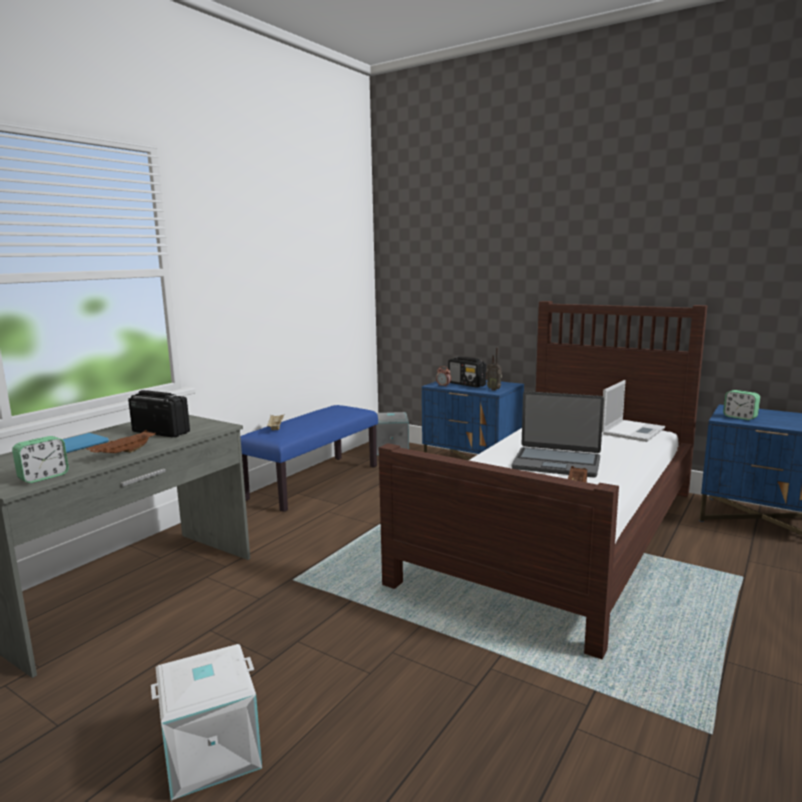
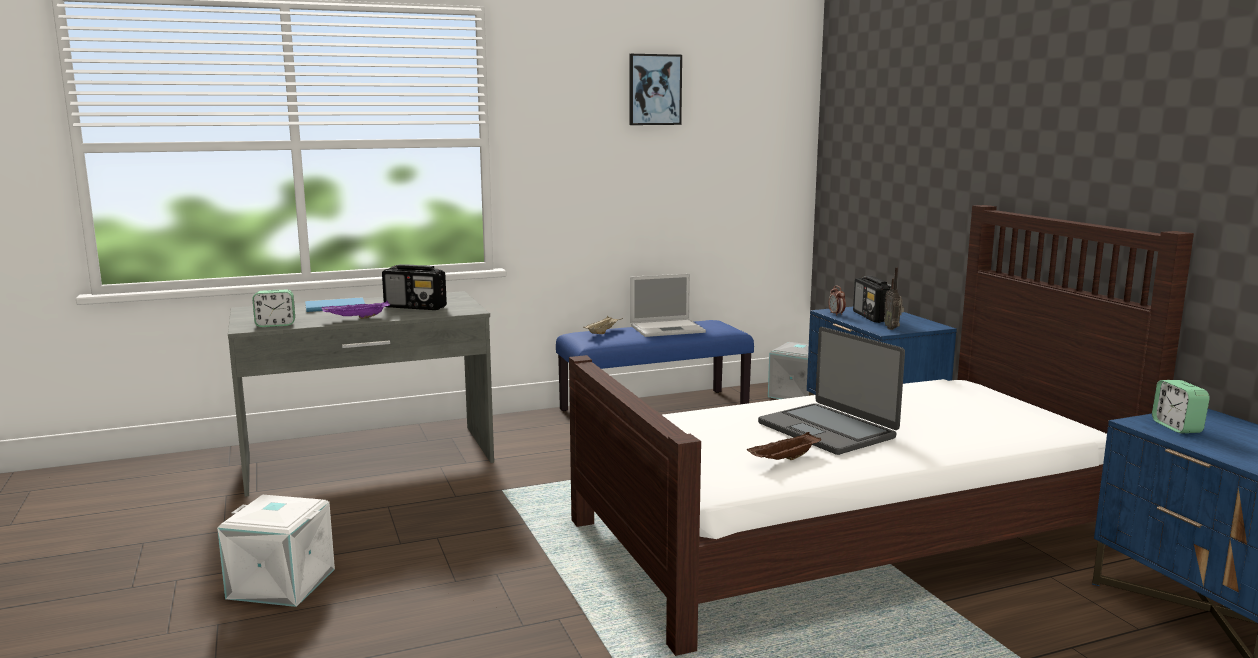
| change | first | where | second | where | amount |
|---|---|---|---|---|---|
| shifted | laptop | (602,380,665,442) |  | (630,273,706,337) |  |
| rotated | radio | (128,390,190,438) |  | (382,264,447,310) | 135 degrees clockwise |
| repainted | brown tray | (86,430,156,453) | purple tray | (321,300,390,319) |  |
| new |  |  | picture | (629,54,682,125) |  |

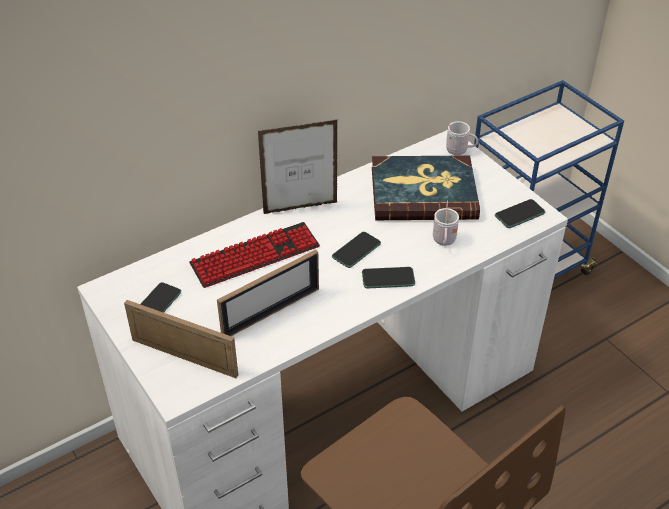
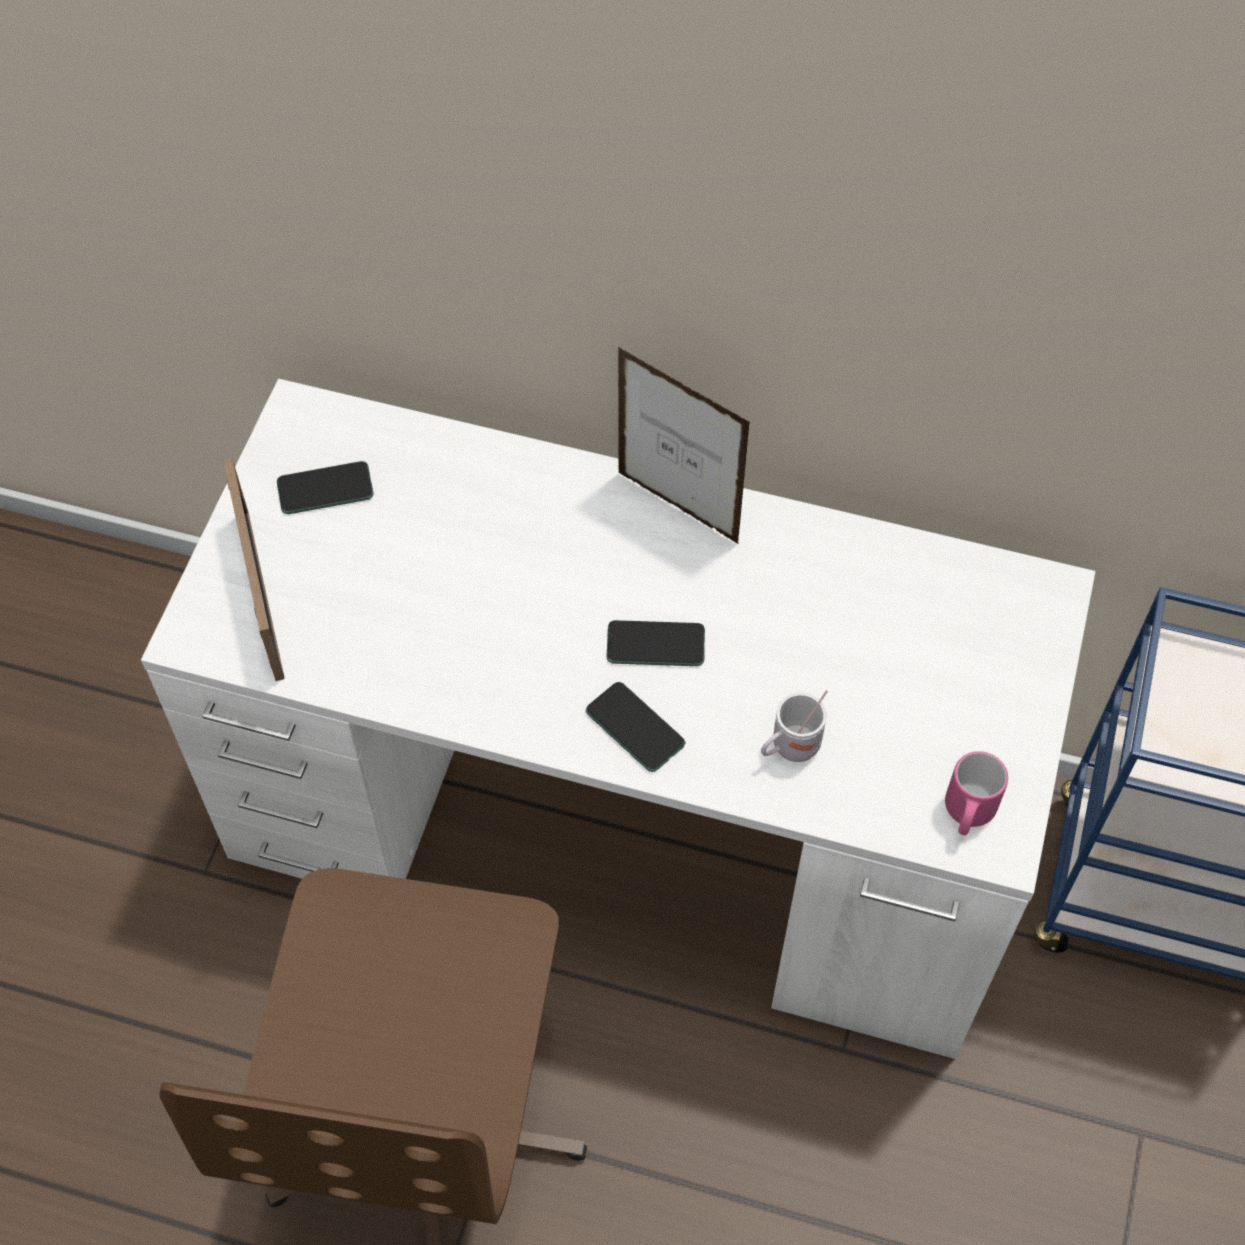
| change | first | where | second | where | amount |
|---|---|---|---|---|---|
| gone | white mug | (446,120,478,155) |  |  |  |
| gone | book | (372,155,480,220) |  |  |  |
| swapped | phone | (495,199,545,228) | pink mug | (945,751,1008,835) |  |
| gone | keyboard | (189,222,320,288) |  |  |  |
| gone | picture frame | (217,249,319,336) |  |  |  |

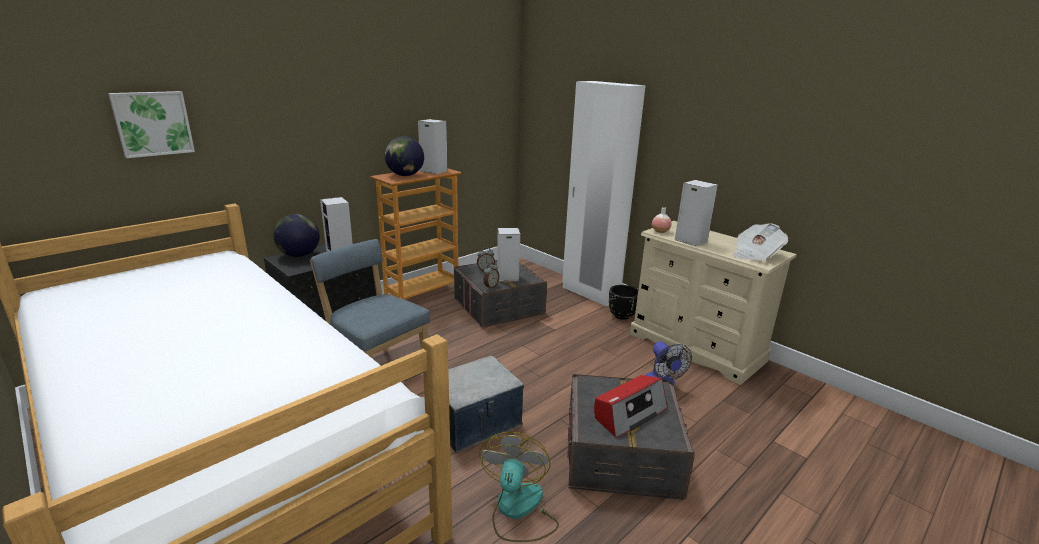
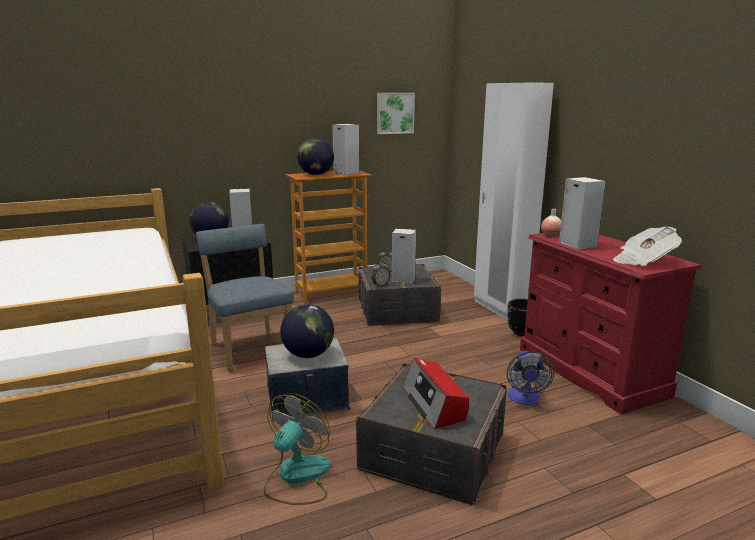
| change | first | where | second | where | amount |
|---|---|---|---|---|---|
| shifted | picture | (108,91,195,158) |  | (377,93,415,134) |  |
| repainted | beige dresser | (630,221,797,385) | red dresser | (520,233,701,415) |  |
| rotated | radio | (594,375,668,438) |  | (403,358,469,429) | 90 degrees clockwise |
| new |  |  | globe | (280,304,334,358) |  |

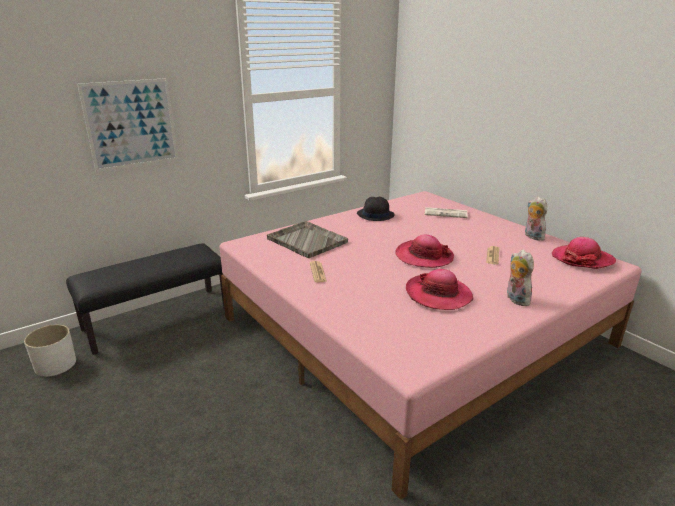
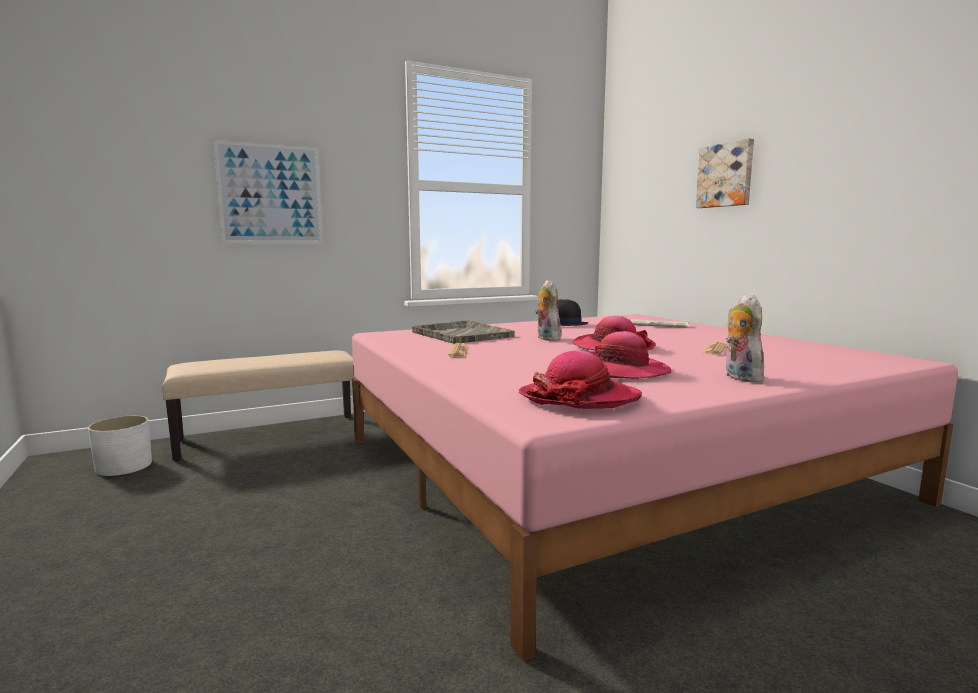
| change | first | where | second | where | amount |
|---|---|---|---|---|---|
| shifted | plush toy | (525,197,547,241) |  | (535,280,561,341) |  |
| shifted | hat | (552,237,616,269) |  | (519,350,642,409) |  |
| repainted | black bench | (66,243,225,355) | beige bench | (162,350,364,461) |  |
| new |  |  | picture | (696,138,754,208) |  |

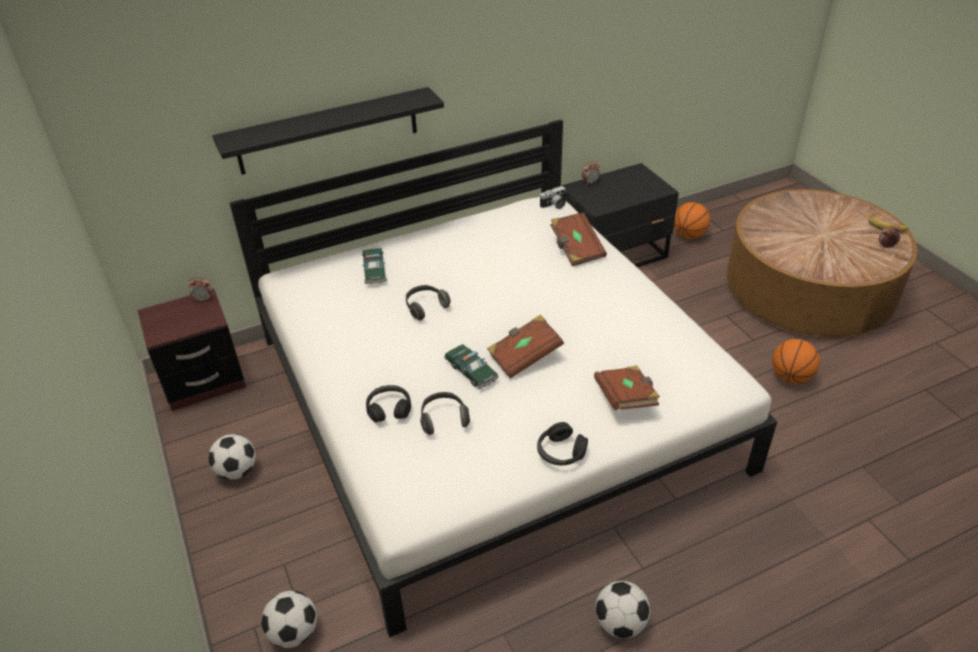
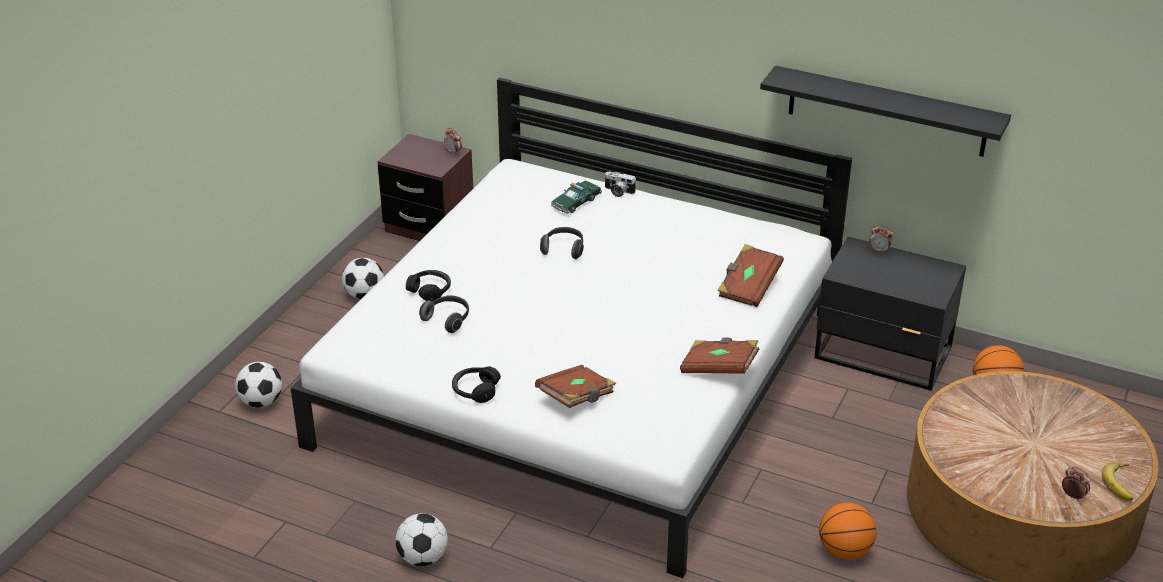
| change | first | where | second | where | amount |
|---|---|---|---|---|---|
| shifted | black shelf | (212,87,444,175) |  | (760,65,1011,157) |  |
| shifted | photo camera | (539,186,566,209) |  | (604,172,636,197) |  |
| shifted | brown book | (487,314,564,378) |  | (680,337,759,373) |  |
| gone | toy car | (444,344,499,389) |  |  |  |

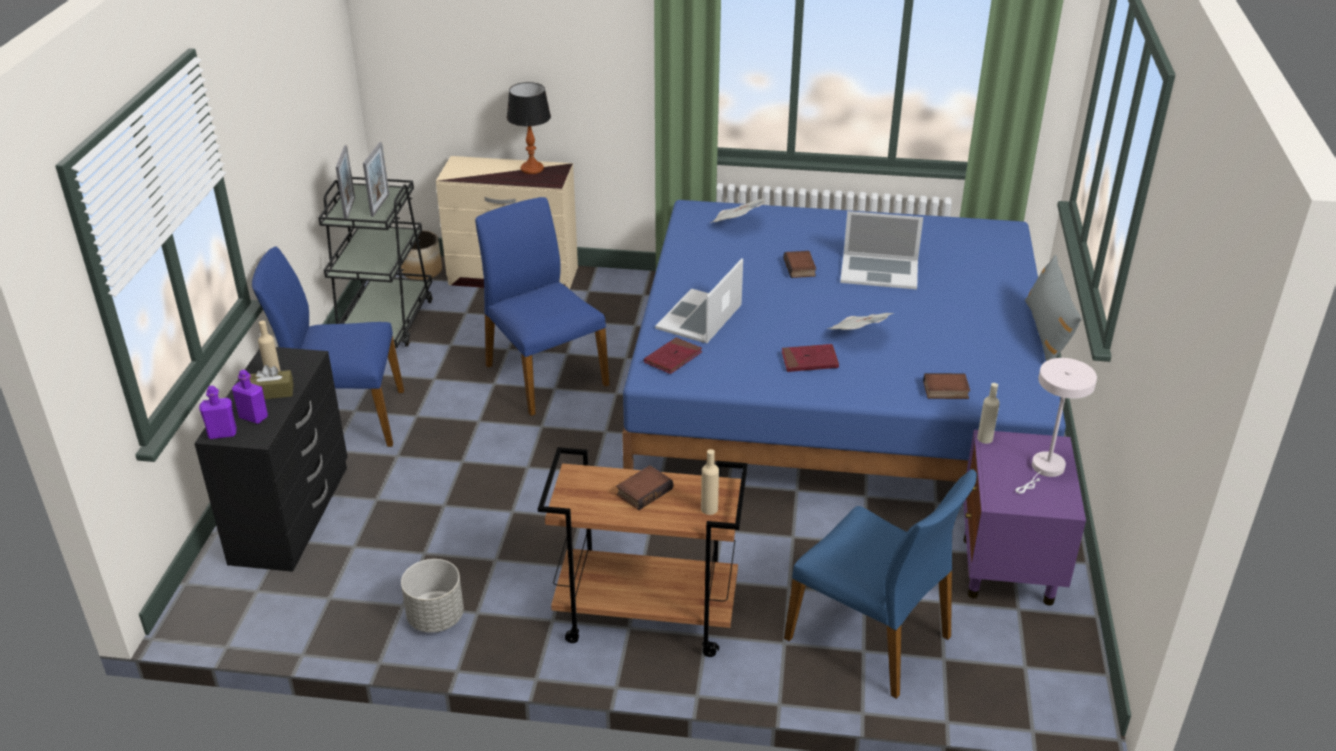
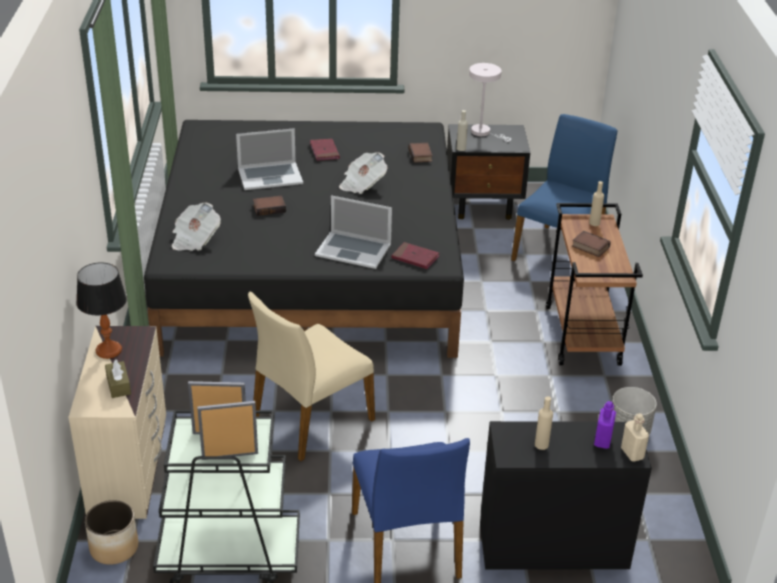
| change | first | where | second | where | amount |
|---|---|---|---|---|---|
| repainted | blue chair | (475,197,610,416) | beige chair | (248,291,375,461) |  |
| repainted | blue bed | (622,200,1066,482) | black bed | (144,120,464,358) |  |
| rotated | laptop | (840,211,923,289) |  | (236,128,303,190) | 75 degrees clockwise |
| gone | grey pillow | (1025,255,1082,361) |  |  |  |
| shifted | red book | (782,344,839,372) |  | (310,139,340,161) |  |
| shifted | brown tissue box | (250,365,294,399) |  | (105,359,131,398) |  |
| repainted | purple bottle | (199,386,237,439) | beige bottle | (621,413,649,462) |  |
| repainted | purple nightstand | (963,430,1086,606) | black nightstand | (447,124,530,220) |  |

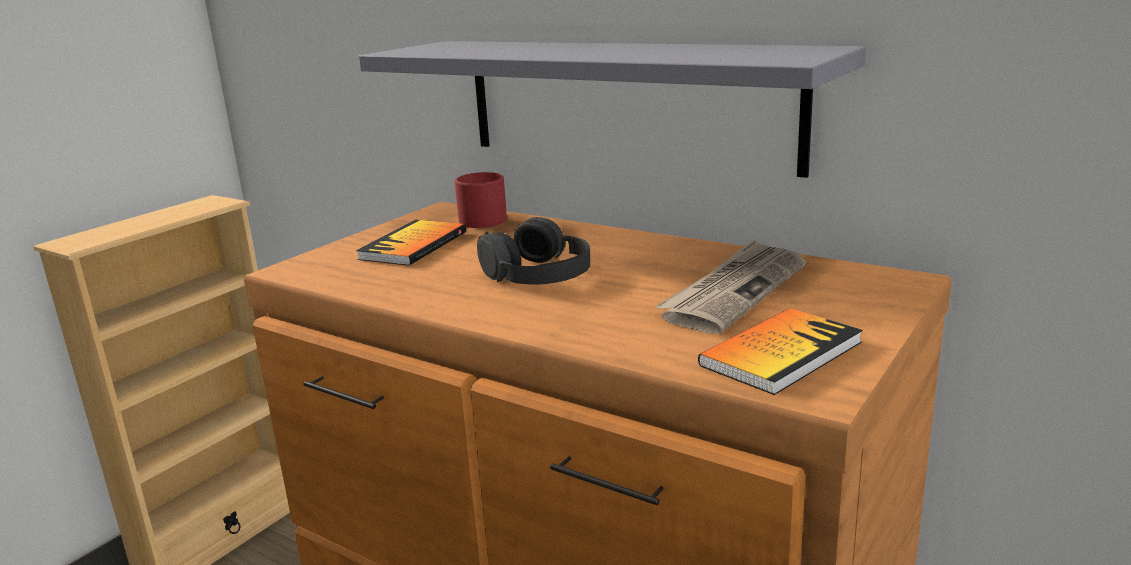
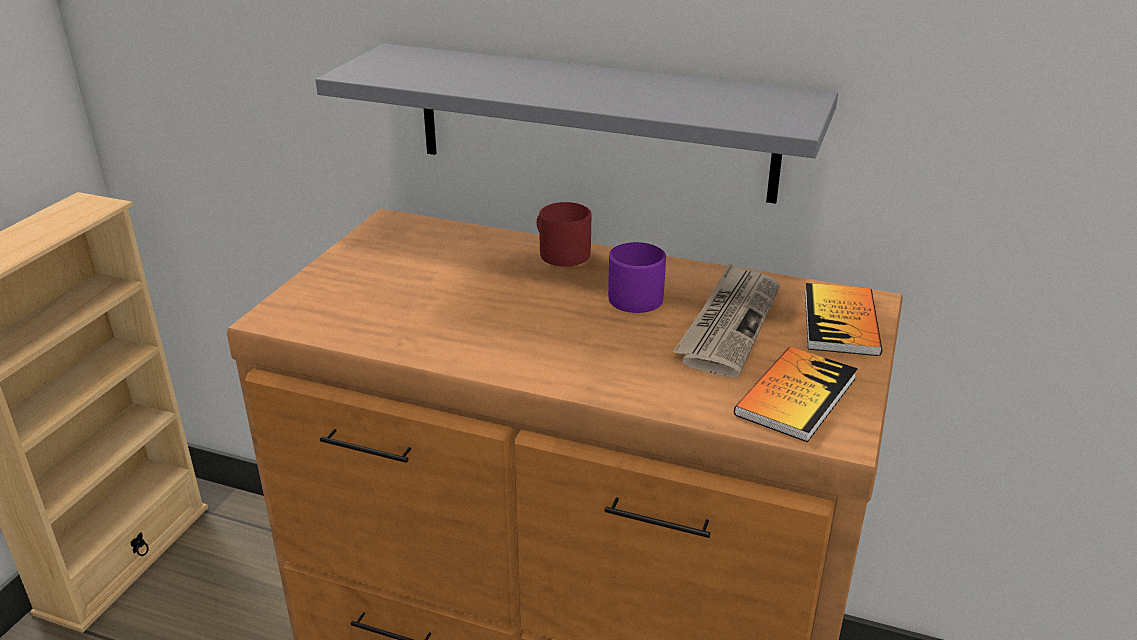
| change | first | where | second | where | amount |
|---|---|---|---|---|---|
| shifted | red mug | (455,172,507,228) |  | (537,202,591,266) |  |
| gone | black headphones | (477,217,590,285) |  |  |  |
| shifted | book | (356,220,466,266) |  | (805,283,882,356) |  |
| new |  |  | purple mug | (608,242,666,313) |  |

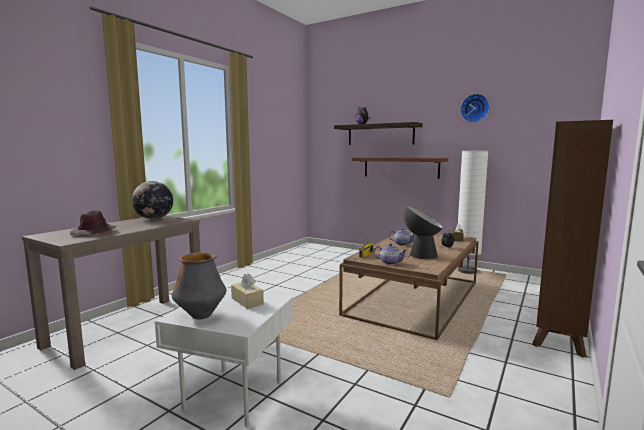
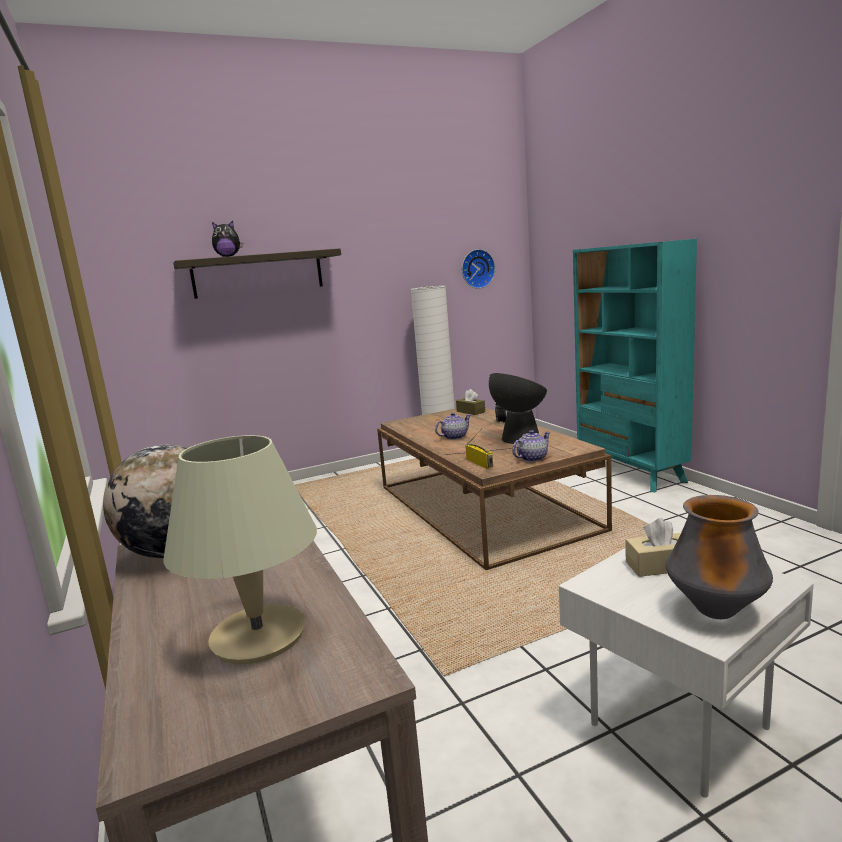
| change | first | where | second | where | amount |
|---|---|---|---|---|---|
| shifted | wall clock | (460,94,490,123) |  | (462,249,495,289) |  |
| repainted | brown bookcase | (532,120,613,358) | turquoise bookcase | (573,239,697,492) |  |
| gone | brown shelf | (352,157,449,179) |  |  |  |
| swapped | purple hat | (70,210,117,235) | beige table lamp | (163,435,317,664) |  |

